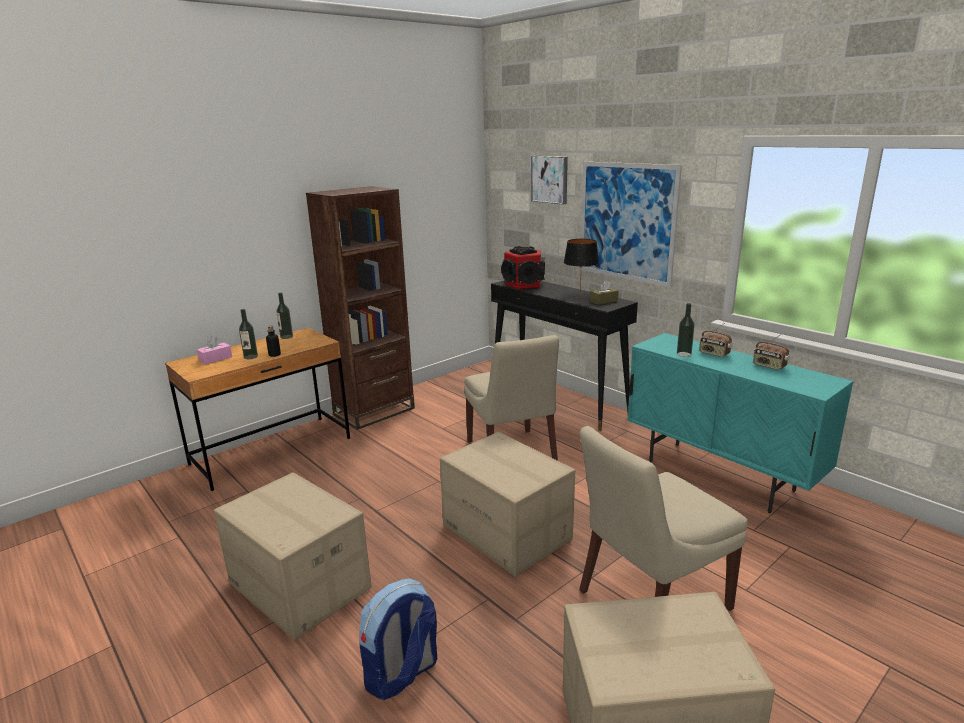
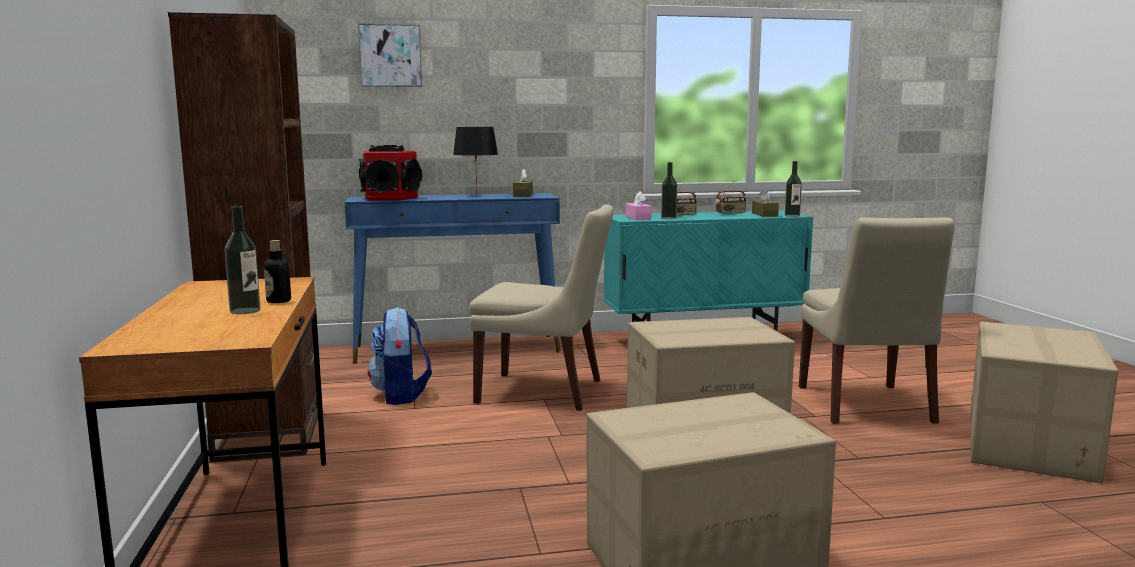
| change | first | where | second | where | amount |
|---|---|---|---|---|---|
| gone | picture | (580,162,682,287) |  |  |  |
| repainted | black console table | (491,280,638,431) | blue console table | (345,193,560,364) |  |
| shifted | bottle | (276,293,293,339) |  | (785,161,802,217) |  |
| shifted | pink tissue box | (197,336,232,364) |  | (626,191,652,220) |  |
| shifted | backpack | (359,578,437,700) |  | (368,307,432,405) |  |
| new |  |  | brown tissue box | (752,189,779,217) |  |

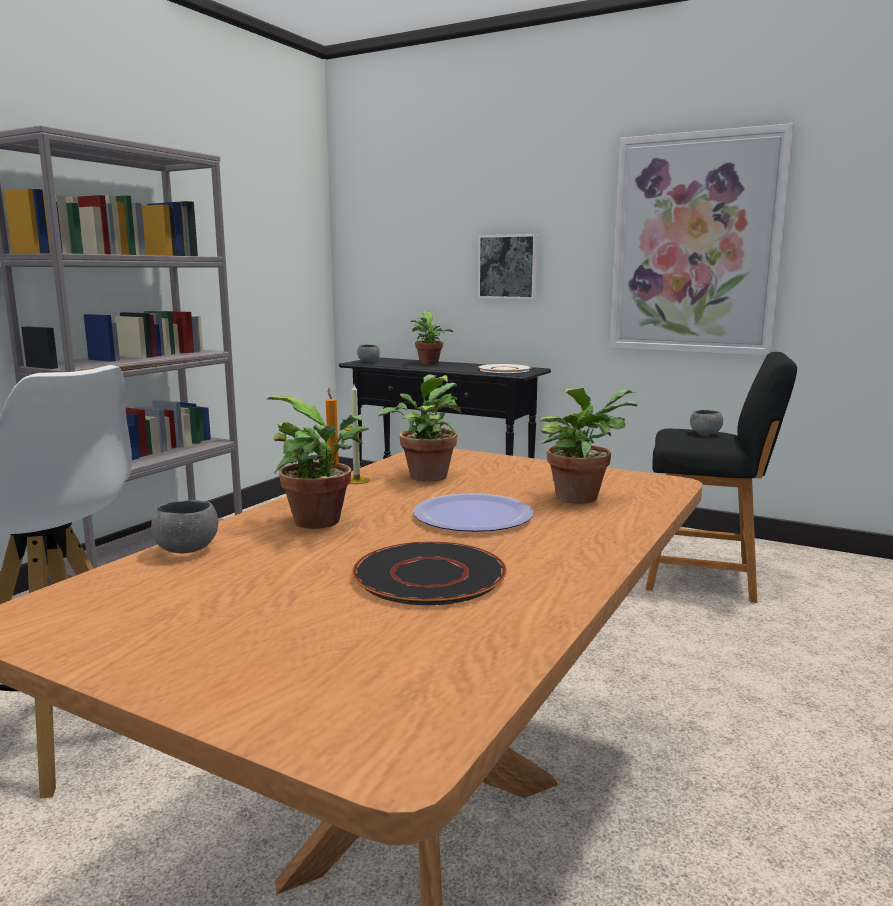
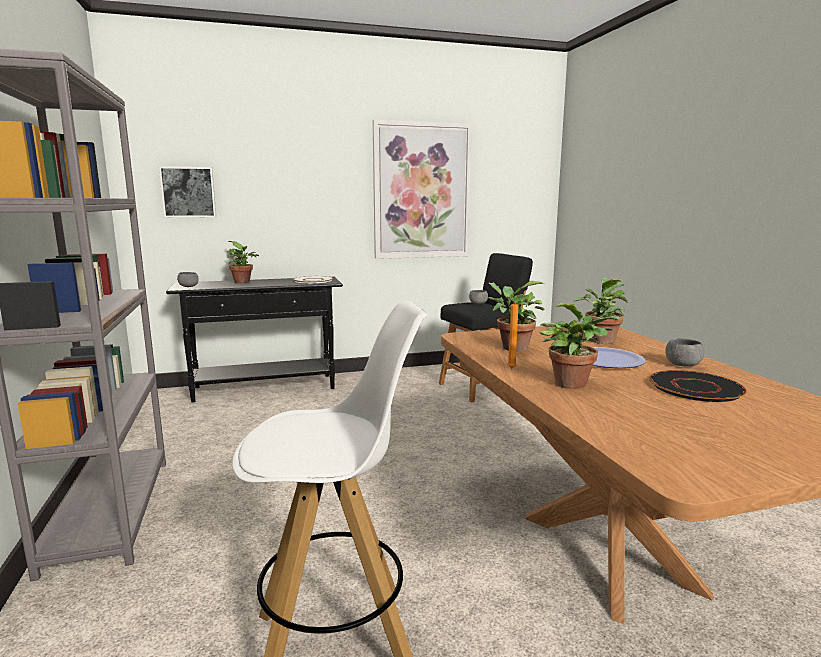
| change | first | where | second | where | amount |
|---|---|---|---|---|---|
| shifted | picture | (478,234,538,299) |  | (159,166,216,217) |  |
| gone | candle | (344,384,370,484) |  |  |  |
| shifted | grey bowl | (151,500,218,553) |  | (665,338,704,367) |  |

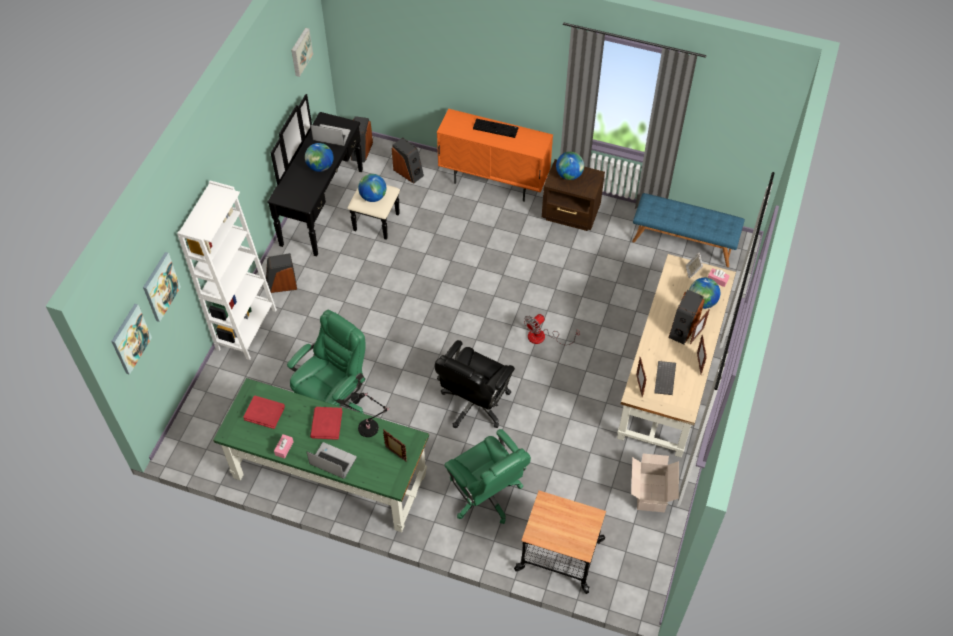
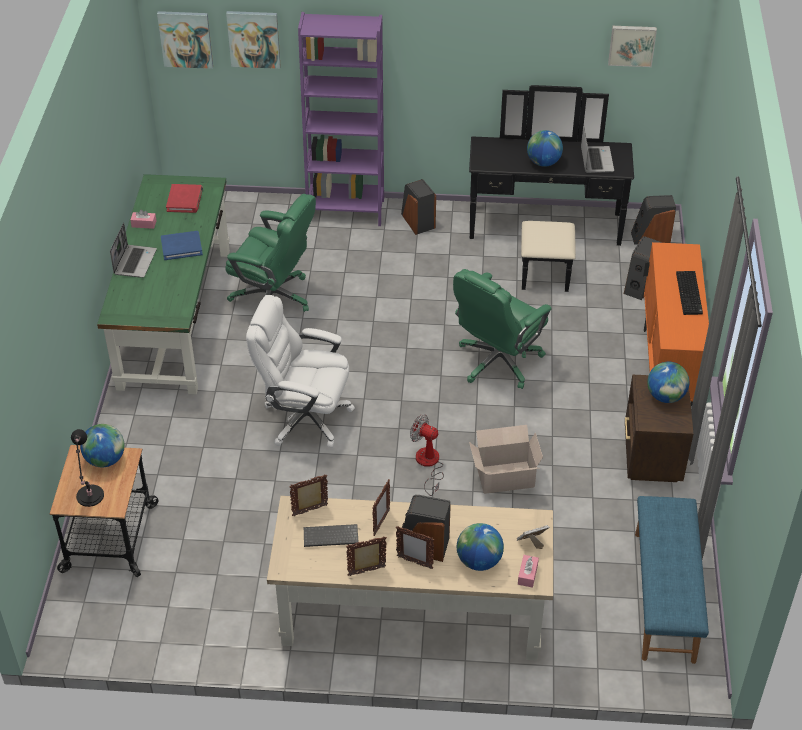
| change | first | where | second | where | amount |
|---|---|---|---|---|---|
| shifted | globe | (358,174,386,202) |  | (80,424,125,467) |  |
| repainted | white bookcase | (177,181,277,360) | purple bookcase | (298,12,384,226) |  |
| repainted | black office chair | (435,340,515,428) | white office chair | (246,295,355,448) |  |
| shifted | black table lamp | (351,392,389,437) |  | (71,429,104,507) |  |
| repainted | red book | (310,407,342,440) | blue book | (161,231,203,260) |  |
| shifted | picture frame | (383,429,407,462) |  | (372,479,390,536) |  |
| shifted | green office chair | (445,429,531,524) |  | (453,269,552,389) |  |
| shifted | cardboard box | (631,454,679,512) |  | (469,425,543,494) |  |

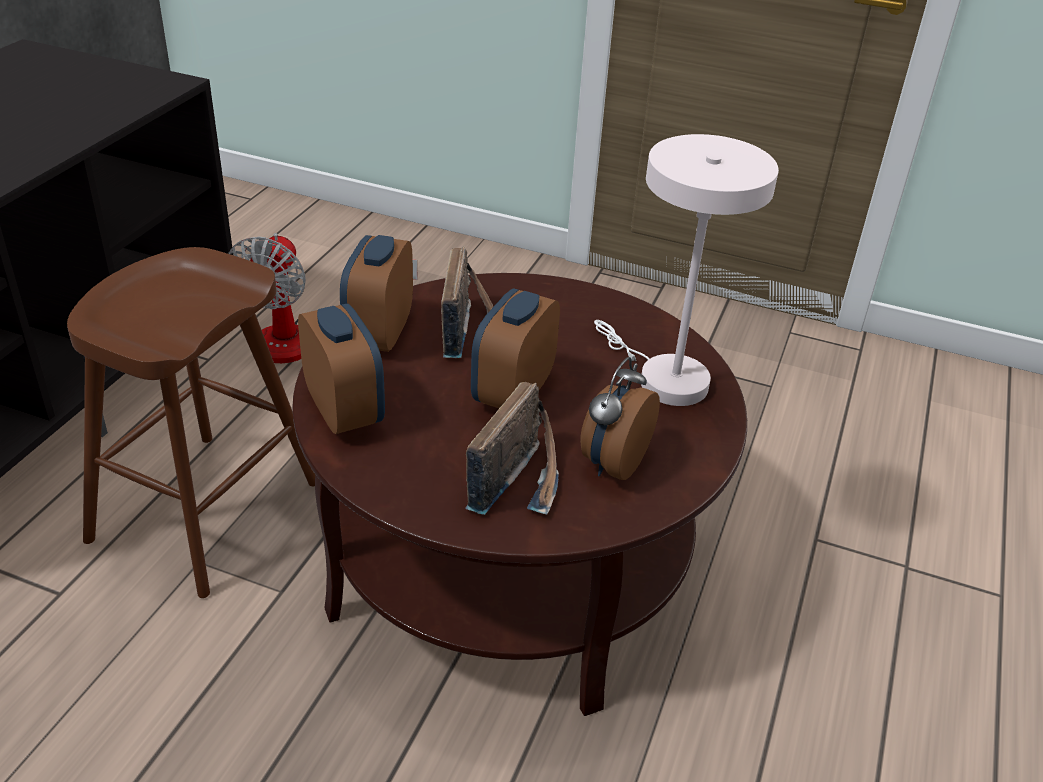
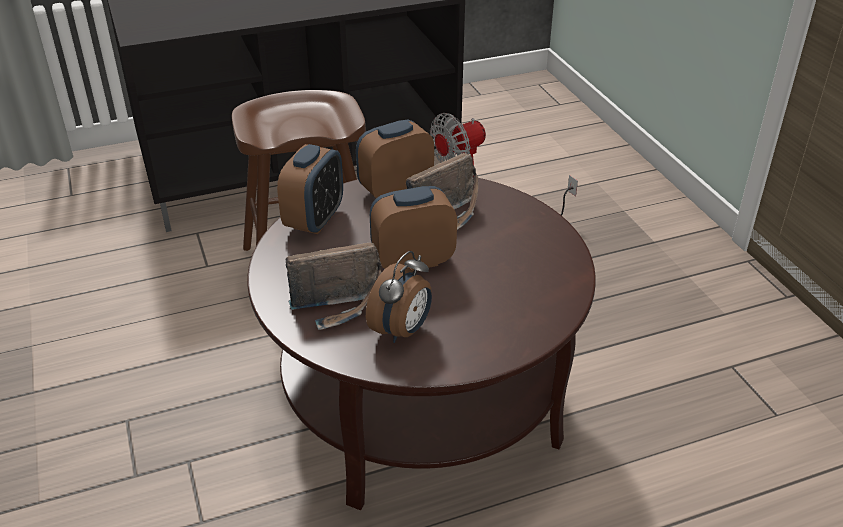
| change | first | where | second | where | amount |
|---|---|---|---|---|---|
| gone | white table lamp | (594,134,779,406) |  |  |  |
| rotated | alarm clock | (580,357,660,480) |  | (366,251,432,343) | 135 degrees clockwise |

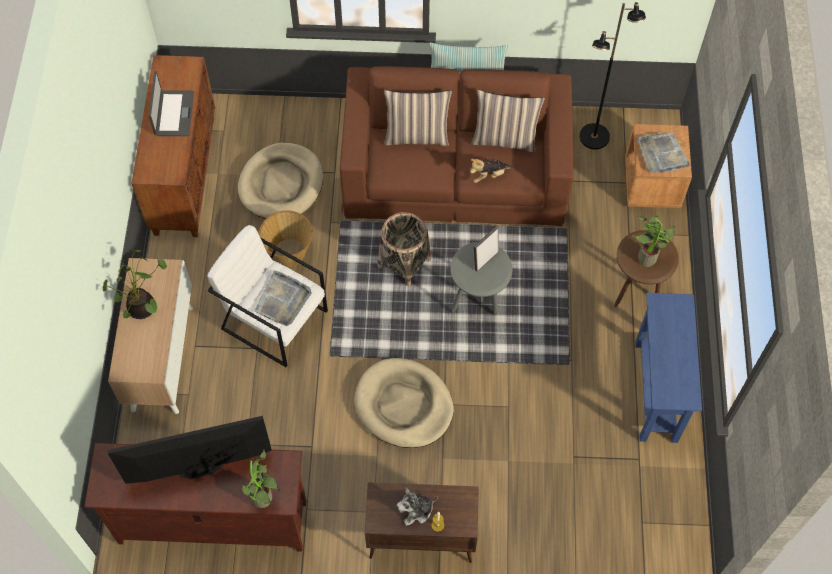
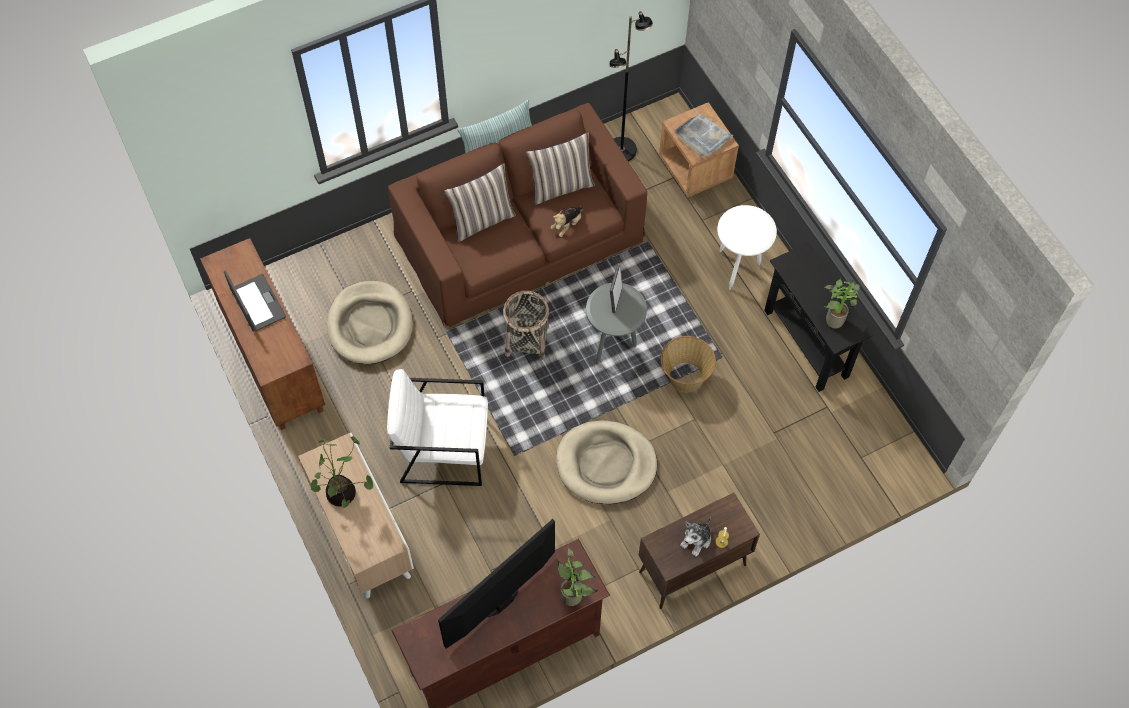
| change | first | where | second | where | amount |
|---|---|---|---|---|---|
| shifted | basket | (259,211,313,267) |  | (661,336,716,392) |  |
| shifted | potted plant | (632,216,676,267) |  | (824,278,861,329) |  |
| repainted | brown side table | (615,230,679,307) | white side table | (717,205,777,289) |  |
| gone | grey tray | (255,270,312,326) |  |  |  |
| repainted | blue console table | (635,293,702,443) | black console table | (764,243,873,392) |  |

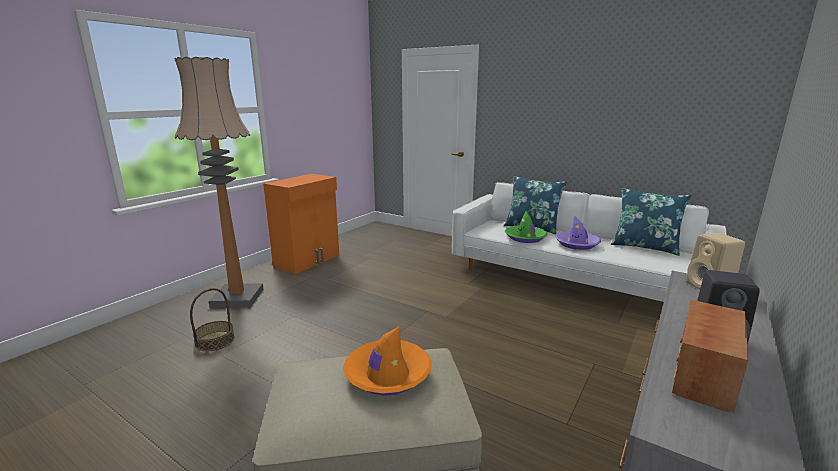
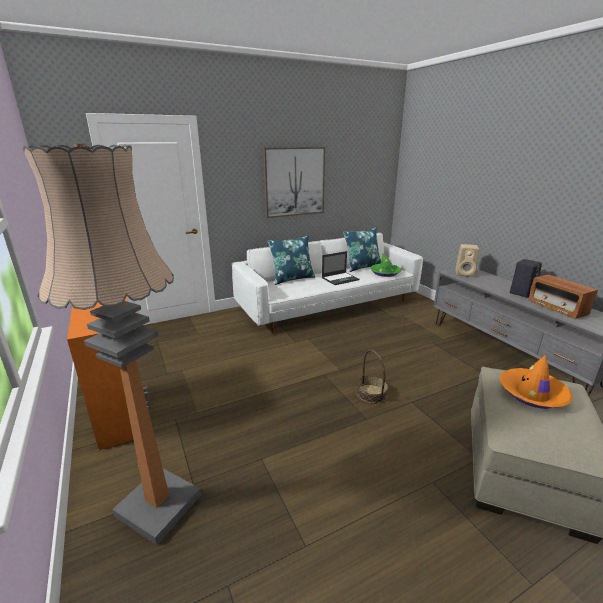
| change | first | where | second | where | amount |
|---|---|---|---|---|---|
| shifted | green hat | (505,211,548,243) |  | (370,253,401,277) |  |
| swapped | purple hat | (555,216,601,250) | laptop | (322,251,359,285) |  |
| shifted | basket | (190,288,235,351) |  | (356,350,389,404) |  |
| new |  |  | picture | (263,147,325,218) |  |

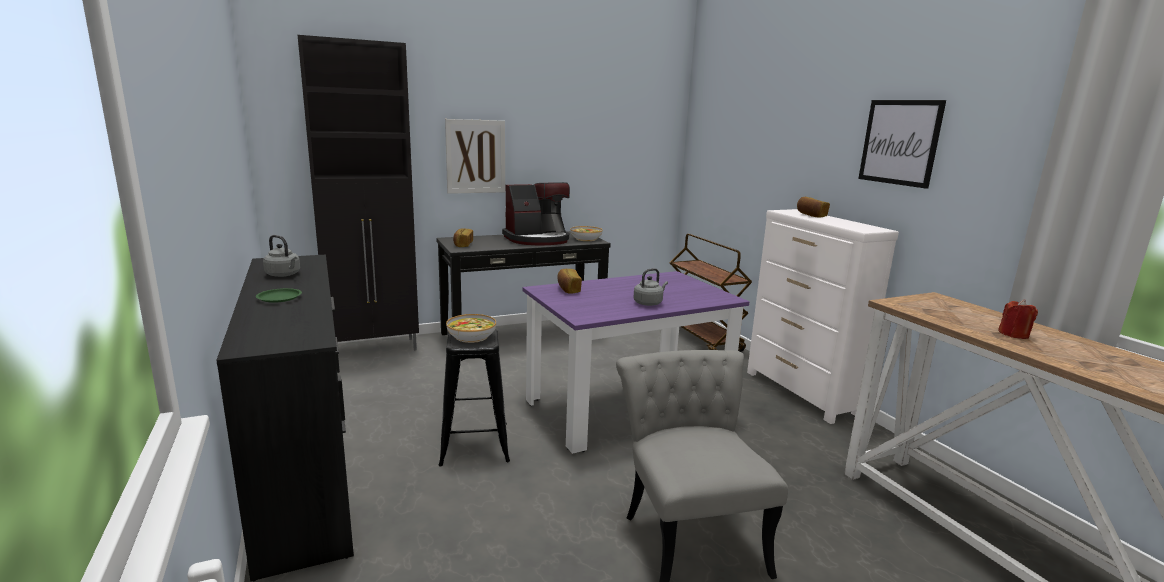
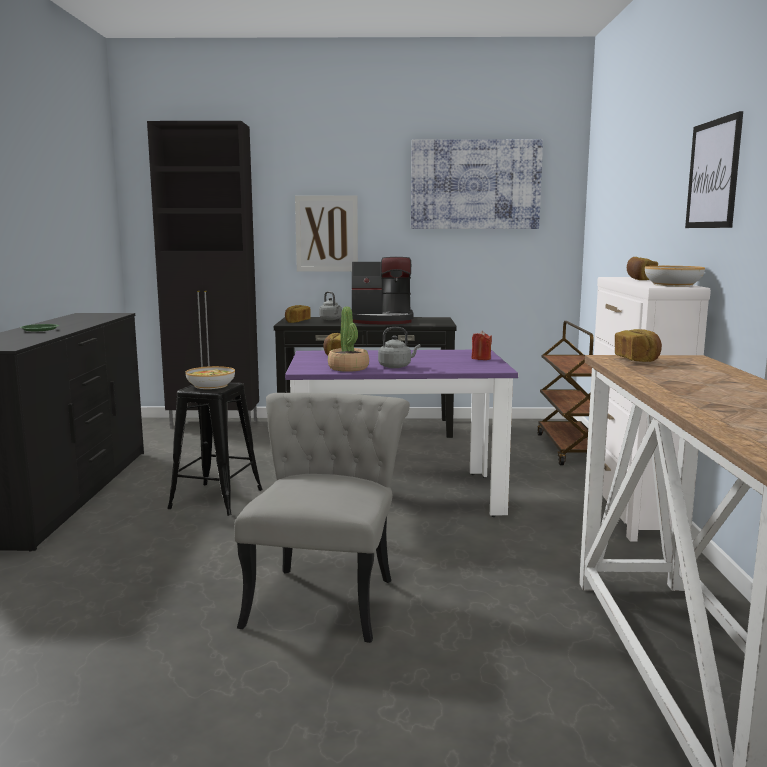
| change | first | where | second | where | amount |
|---|---|---|---|---|---|
| shifted | bowl | (570,226,602,241) |  | (645,266,705,286) |  |
| shifted | grey kettle | (263,235,300,277) |  | (319,291,342,320) |  |
| shifted | red candle | (998,300,1038,339) |  | (472,331,492,360) |  |
| new |  |  | picture | (411,139,543,229) |  |
| new |  |  | potted plant | (328,307,369,372) |  |
| new |  |  | bread | (615,329,662,362) |  |

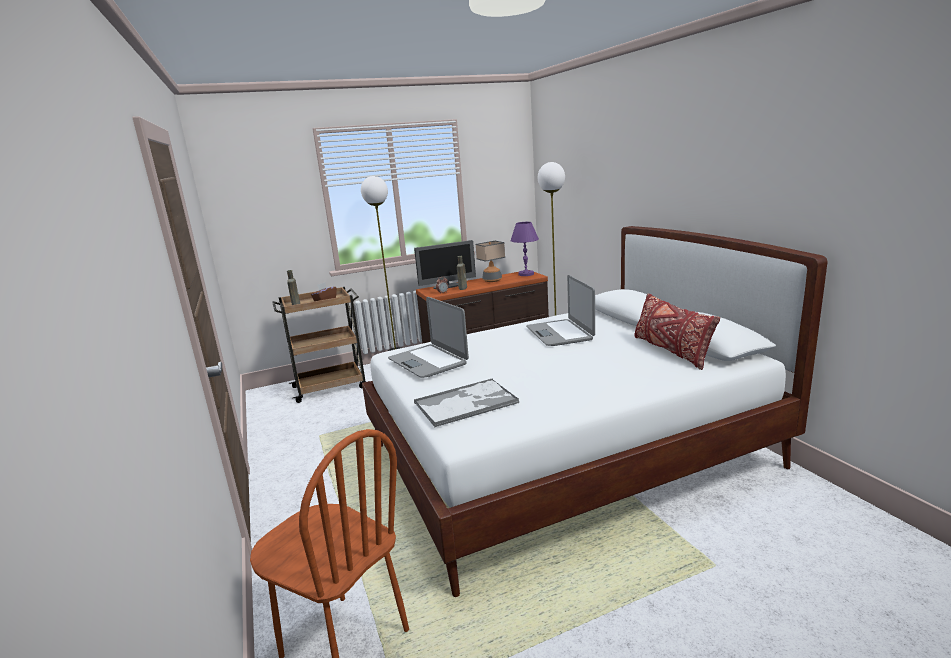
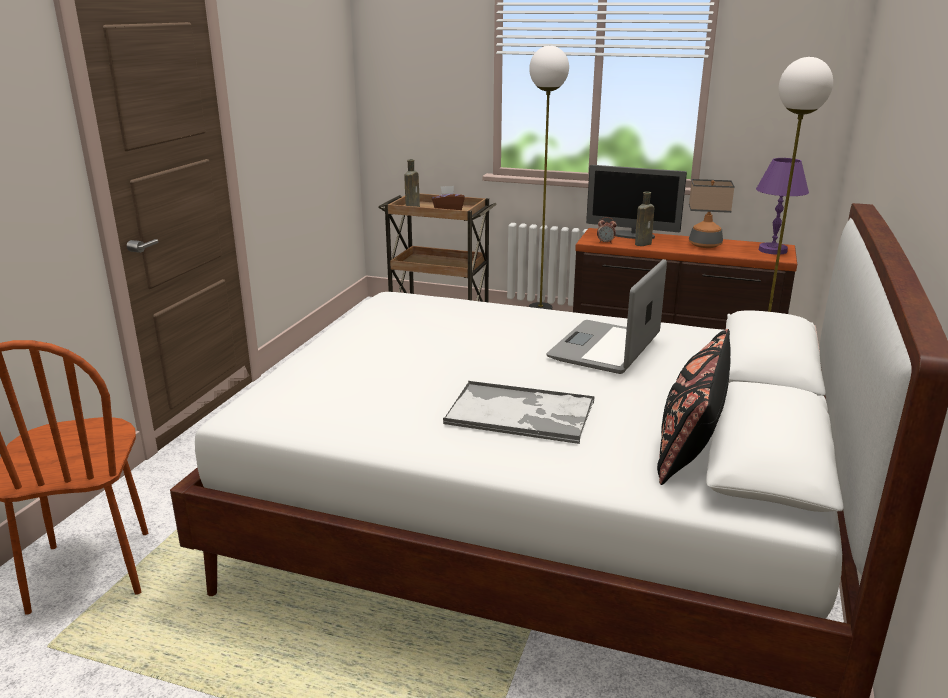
| change | first | where | second | where | amount |
|---|---|---|---|---|---|
| repainted | red pillow | (634,294,720,370) | black pillow | (657,329,731,485) |  |
| gone | laptop | (388,297,469,378) |  |  |  |
| shifted | tray | (414,378,519,427) |  | (443,380,595,444) |  |

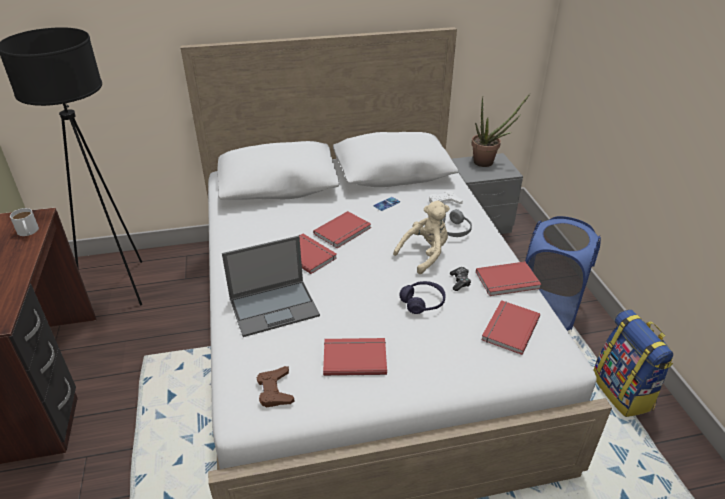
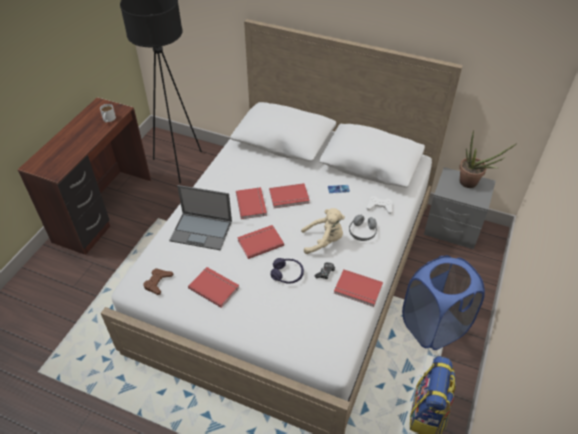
| change | first | where | second | where | amount |
|---|---|---|---|---|---|
| shifted | red book | (481,300,540,355) |  | (237,225,284,259) |  |

